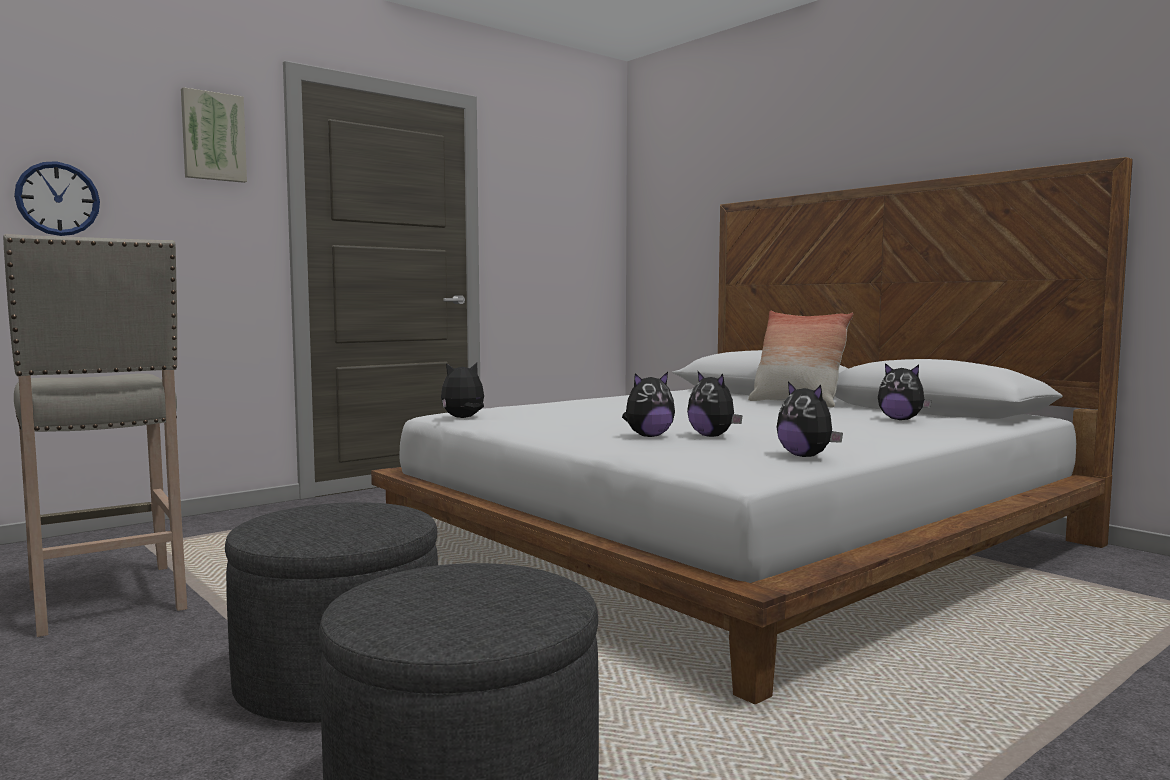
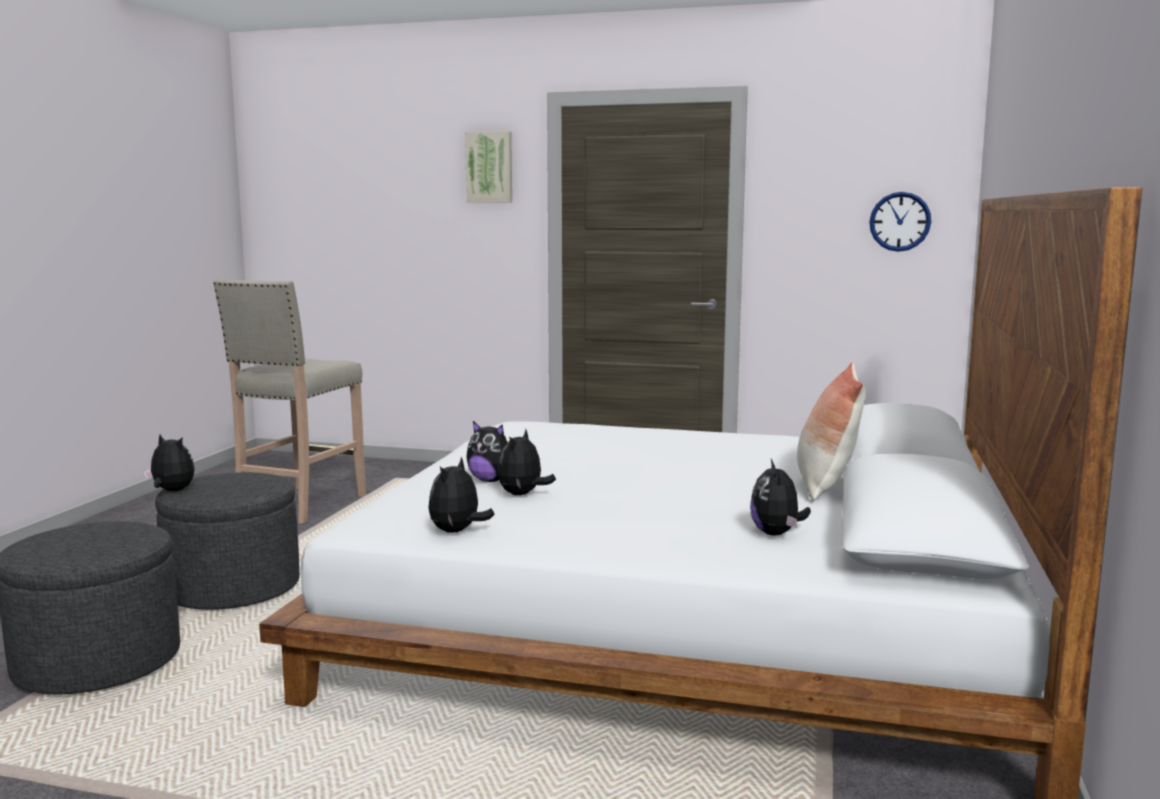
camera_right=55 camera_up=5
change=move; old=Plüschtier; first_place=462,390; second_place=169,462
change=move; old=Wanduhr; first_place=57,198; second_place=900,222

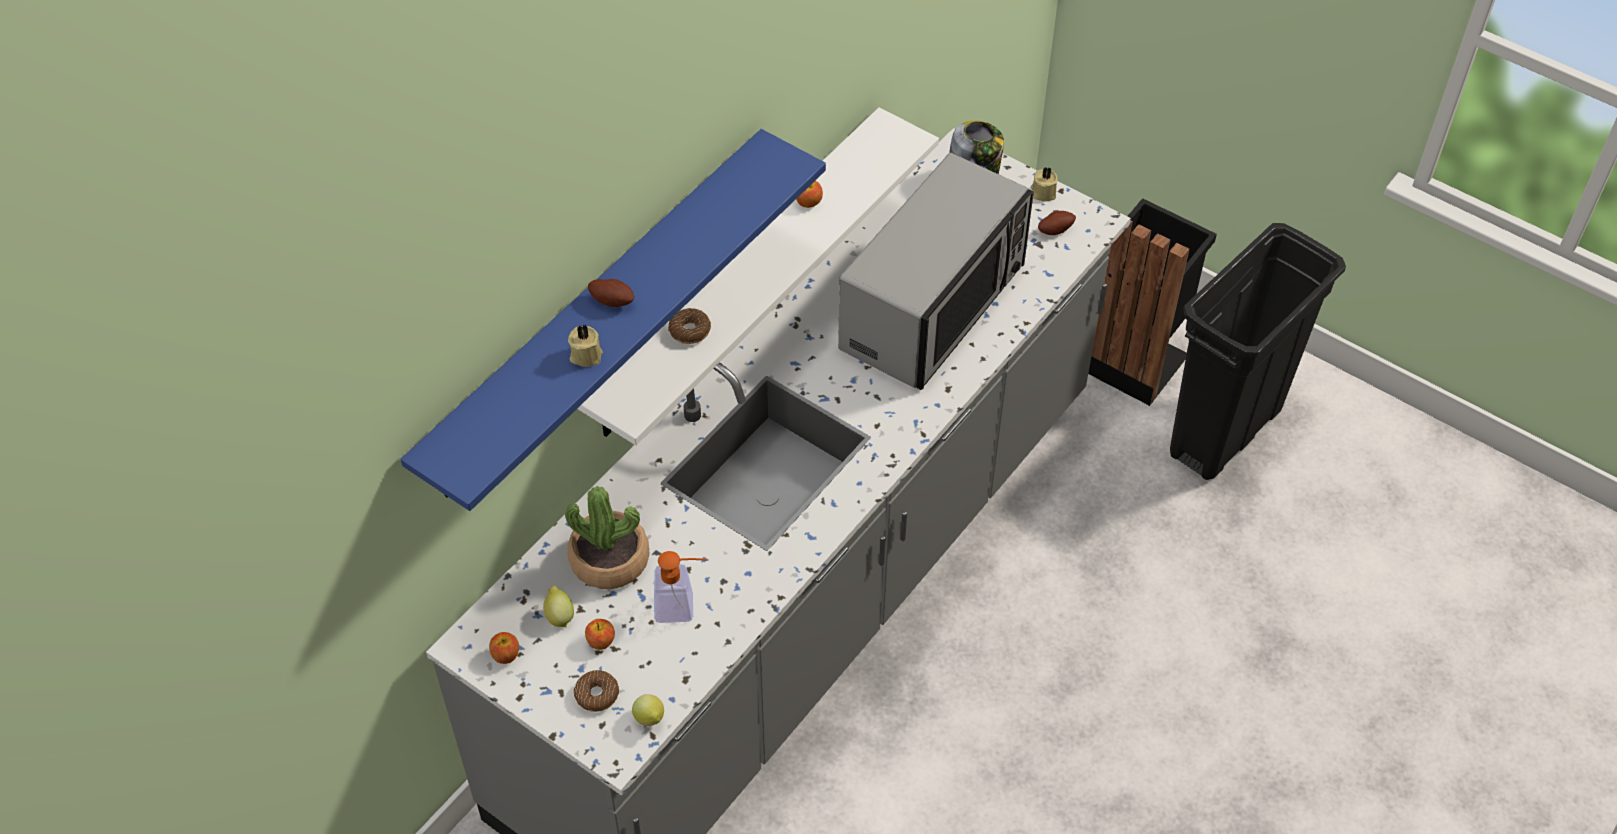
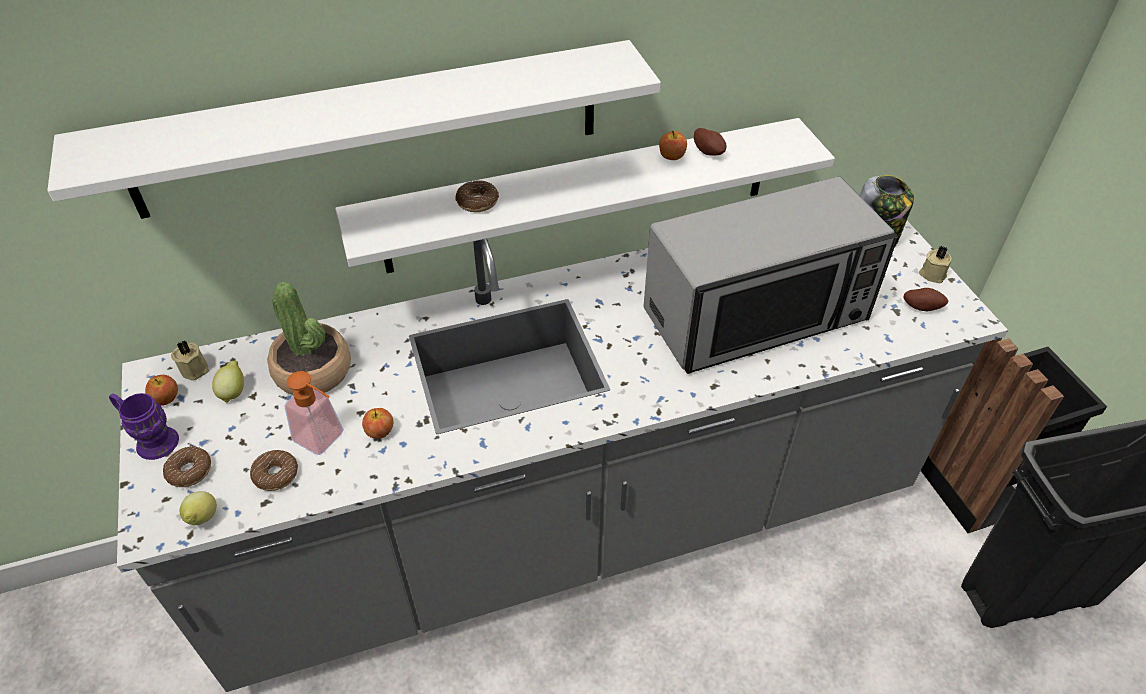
camera_right=35 camera_up=-5
change=recolor; old=Wandregal (blau); new=Wandregal (weiß); first_place=613,320; second_place=354,129
change=insert; new=Henkelbecher (lila); second_place=144,426
change=move; old=Kerze (beige); first_place=585,345; second_place=190,360
change=insert; new=Donut; second_place=274,470
change=move; old=Apfel; first_place=600,634; second_place=378,423
change=move; old=Kartoffel; first_place=611,293; second_place=710,142

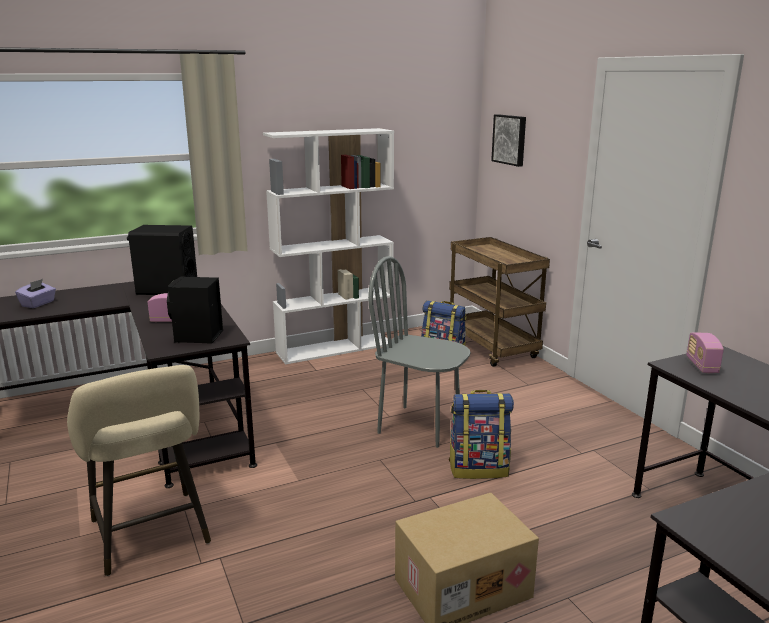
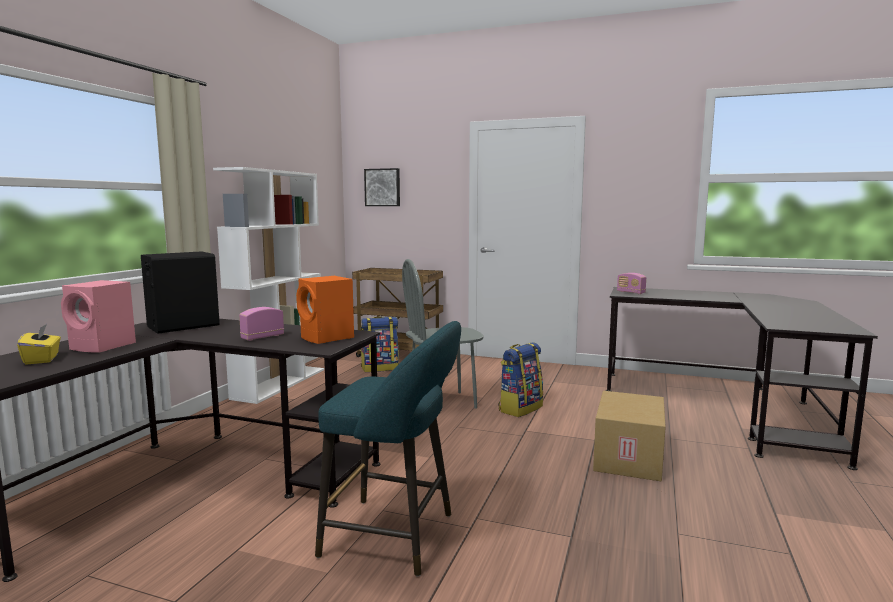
camera_right=-45 camera_up=-10
change=recolor; old=Taschentuchbox (lila); new=Taschentuchbox (gelb); first_place=35,293; second_place=39,344
change=insert; new=Lautsprecher (rosa); second_place=98,316
change=recolor; old=Lautsprecher (schwarz); new=Lautsprecher (orange); first_place=195,309; second_place=325,310
change=recolor; old=Hocker (beige); new=Hocker (türkis); first_place=139,470; second_place=388,449

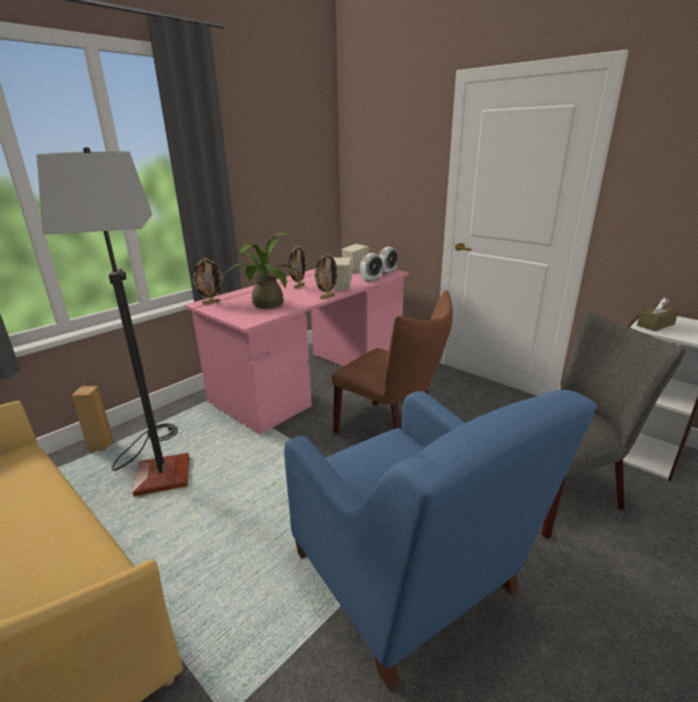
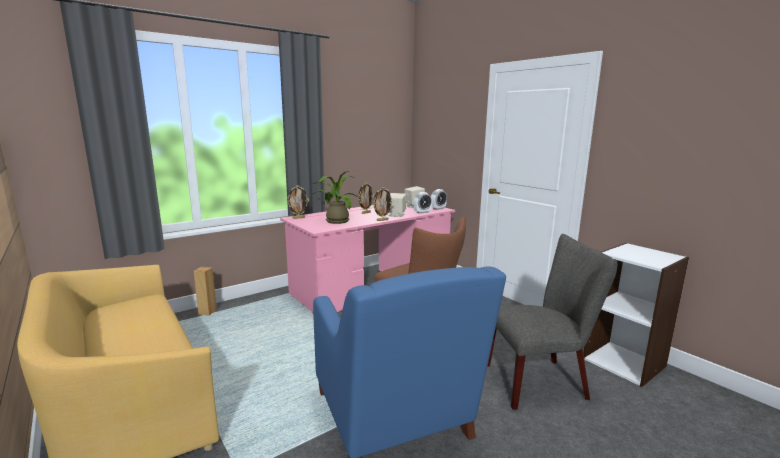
camera_right=10 camera_up=-10
change=delete; old=Stehlampe; first_place=113,321
change=delete; old=Taschentuchbox (braun); first_place=658,314

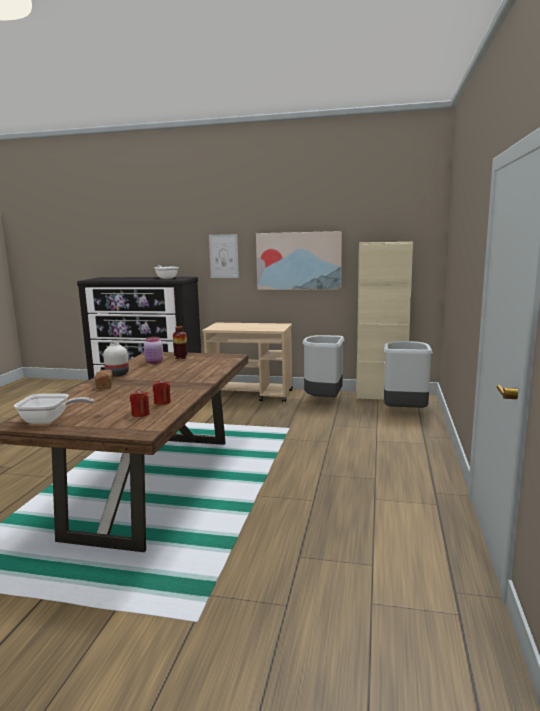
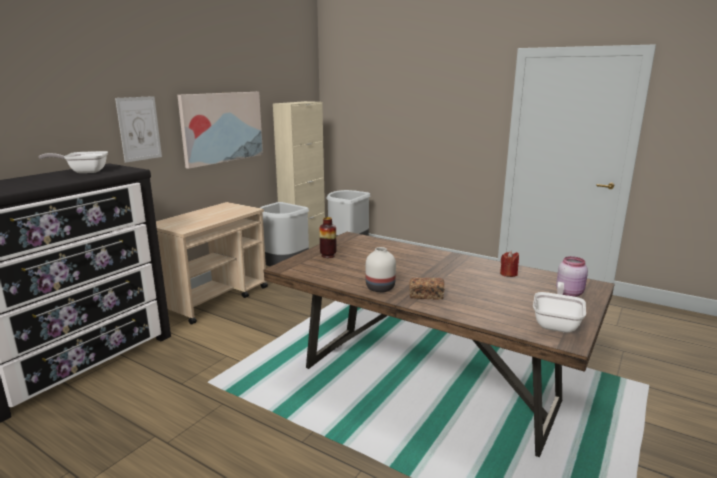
camera_right=-70 camera_up=5
change=move; old=Vorratsglas (rosa); first_place=154,350; second_place=572,276
change=delete; old=Kerze (rot); first_place=140,403

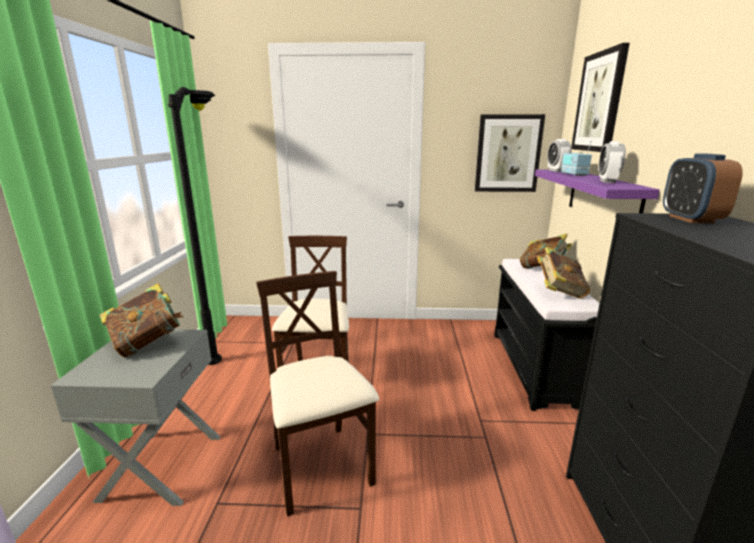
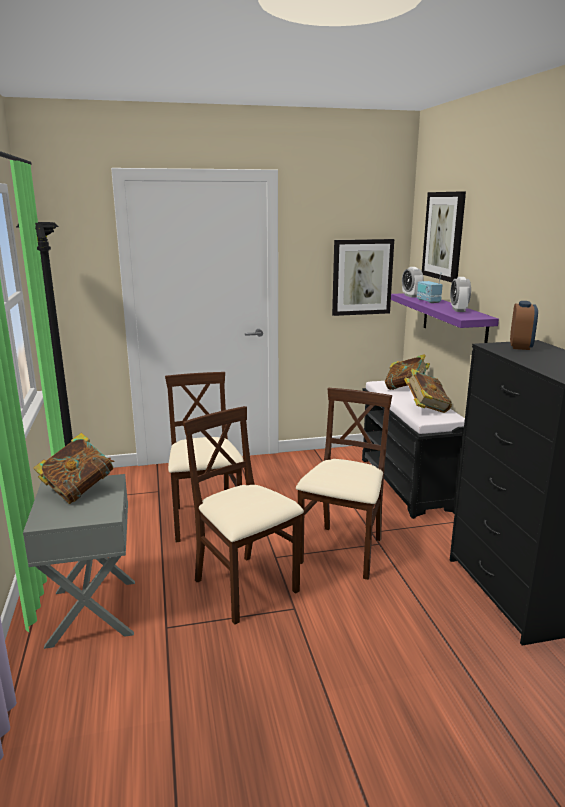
camera_right=-15 camera_up=0
change=insert; new=Stuhl (beige); second_place=344,484
change=rotate; old=Wecker; first_place=703,188; second_place=524,325; degrees=-150

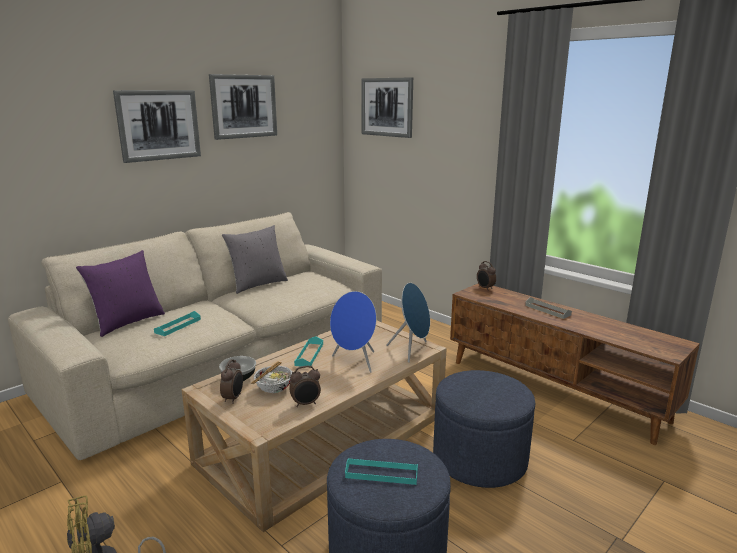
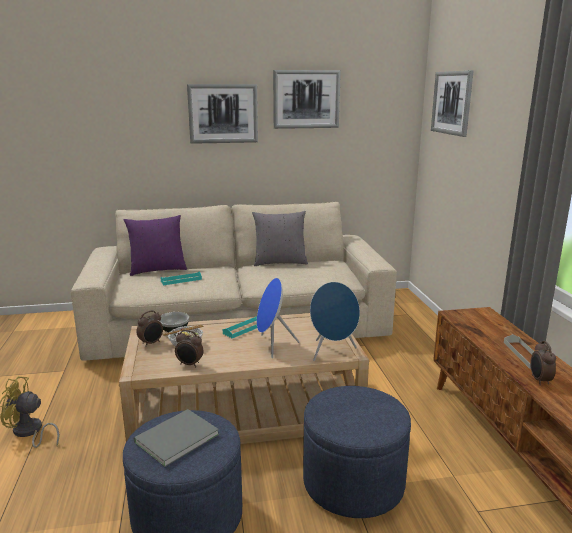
camera_right=35 camera_up=0
change=replace; old=Tablett (türkis); new=Buch (grau); first_place=381,471; second_place=176,438
change=move; old=Wecker; first_place=486,275; second_place=543,363

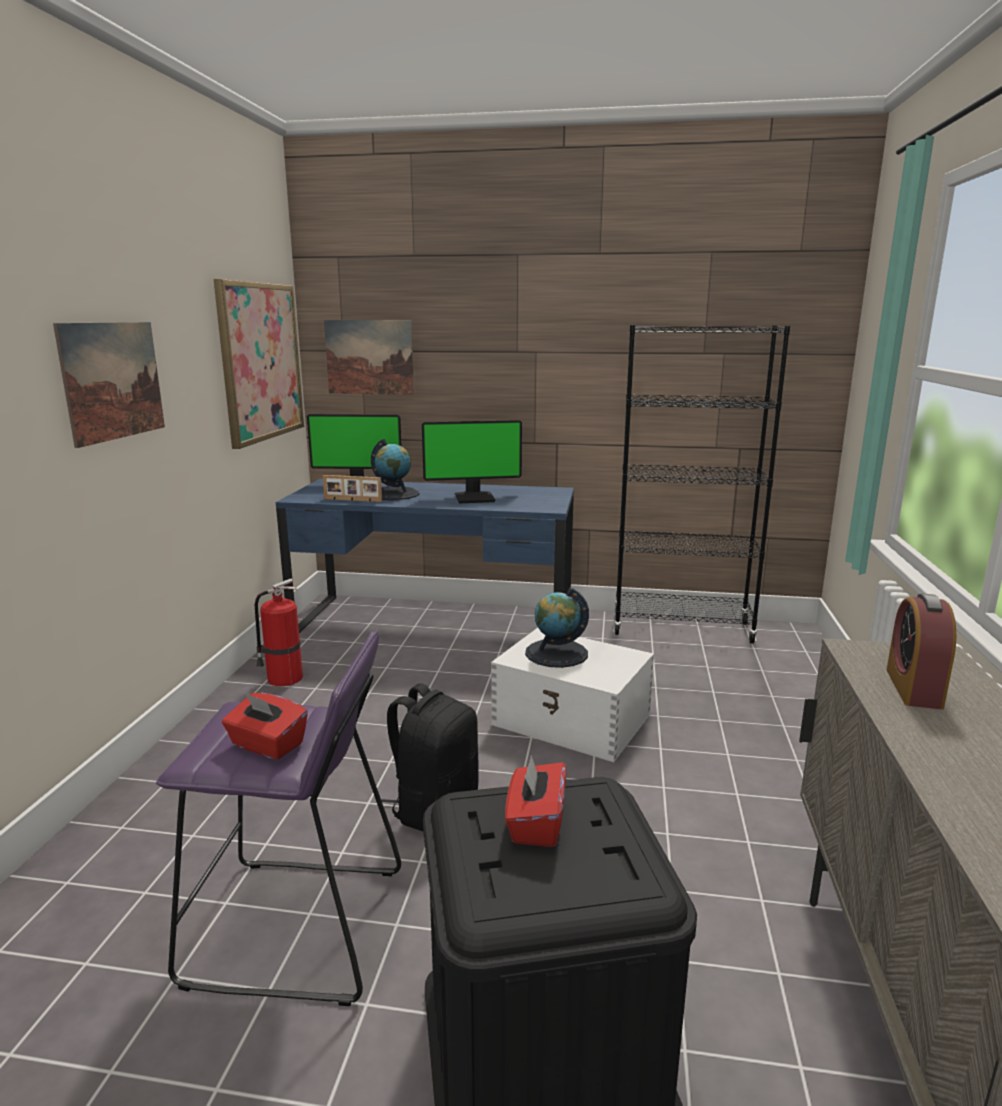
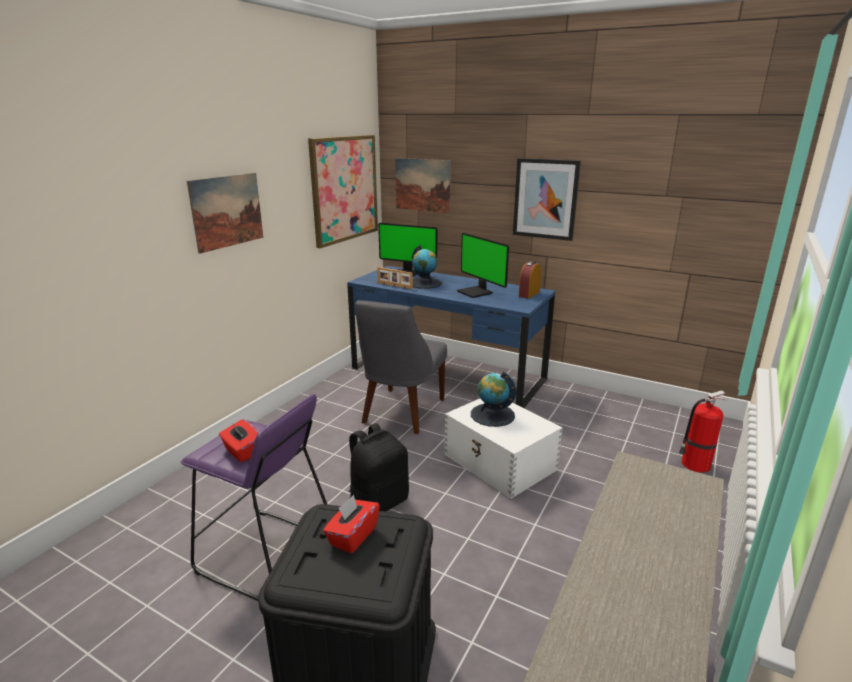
camera_right=20 camera_up=5
change=insert; new=Stuhl (grau); second_place=401,367
change=rotate; old=Monitor; first_place=472,461; second_place=483,265; degrees=45
change=insert; new=Bild; second_place=547,199
change=move; old=Wecker; first_place=921,651; second_place=530,280
change=move; old=Feuerlöscher; first_place=279,632; second_place=702,432
change=delete; old=Bücherregal (schwarz); first_place=701,484

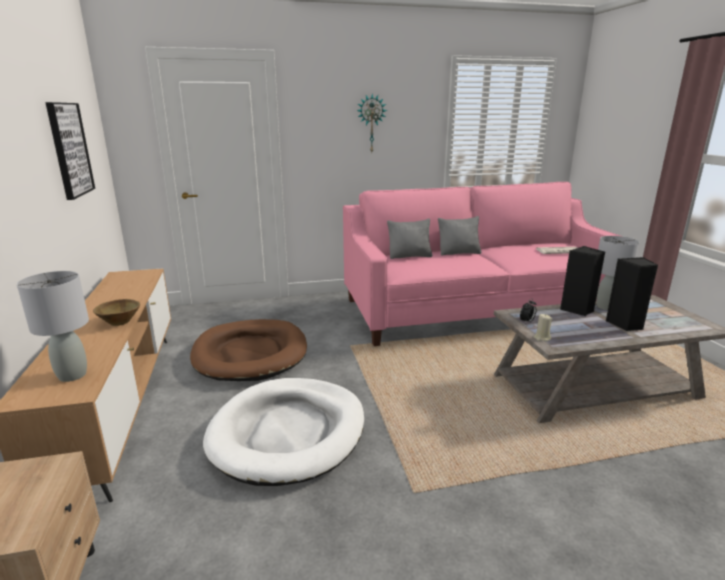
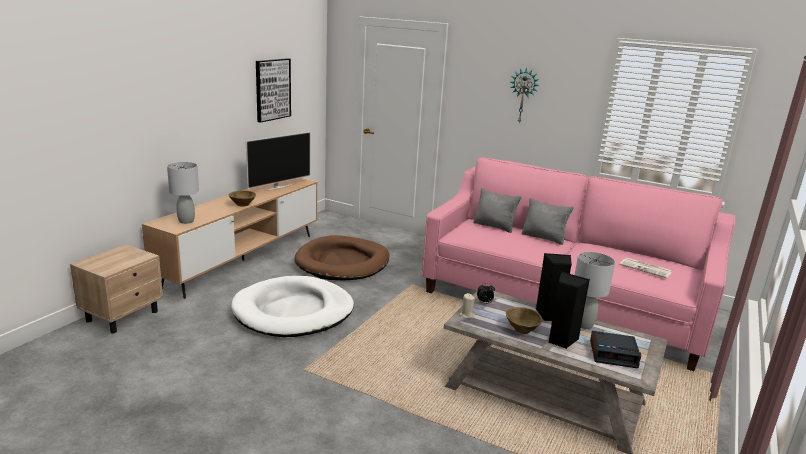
camera_right=40 camera_up=0
change=insert; new=Fernseher; second_place=278,161
change=insert; new=Schüssel (braun); second_place=524,320
change=insert; new=Wecker; second_place=615,349

